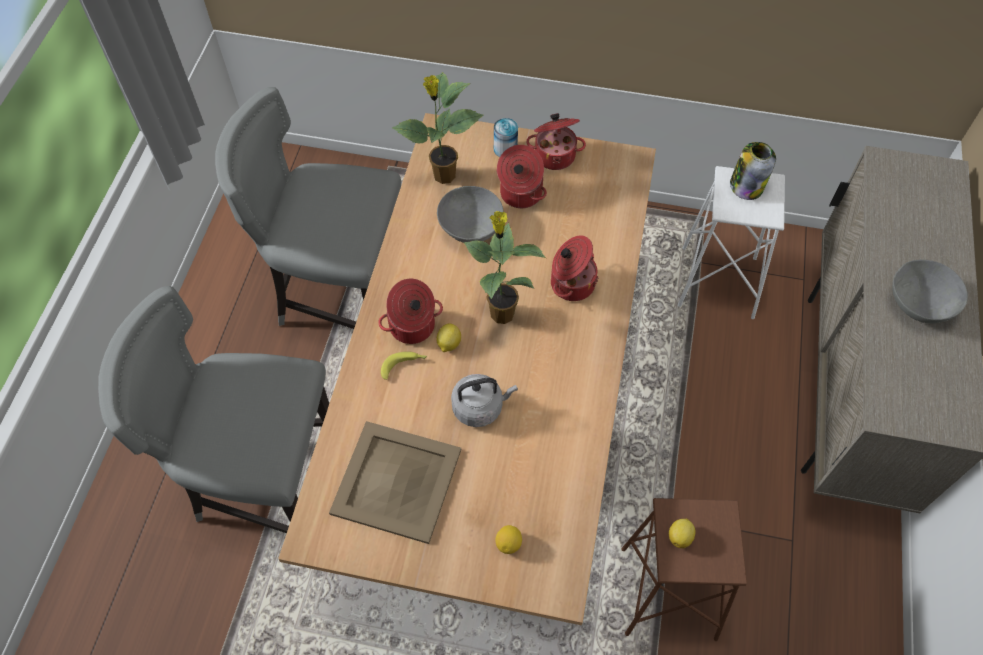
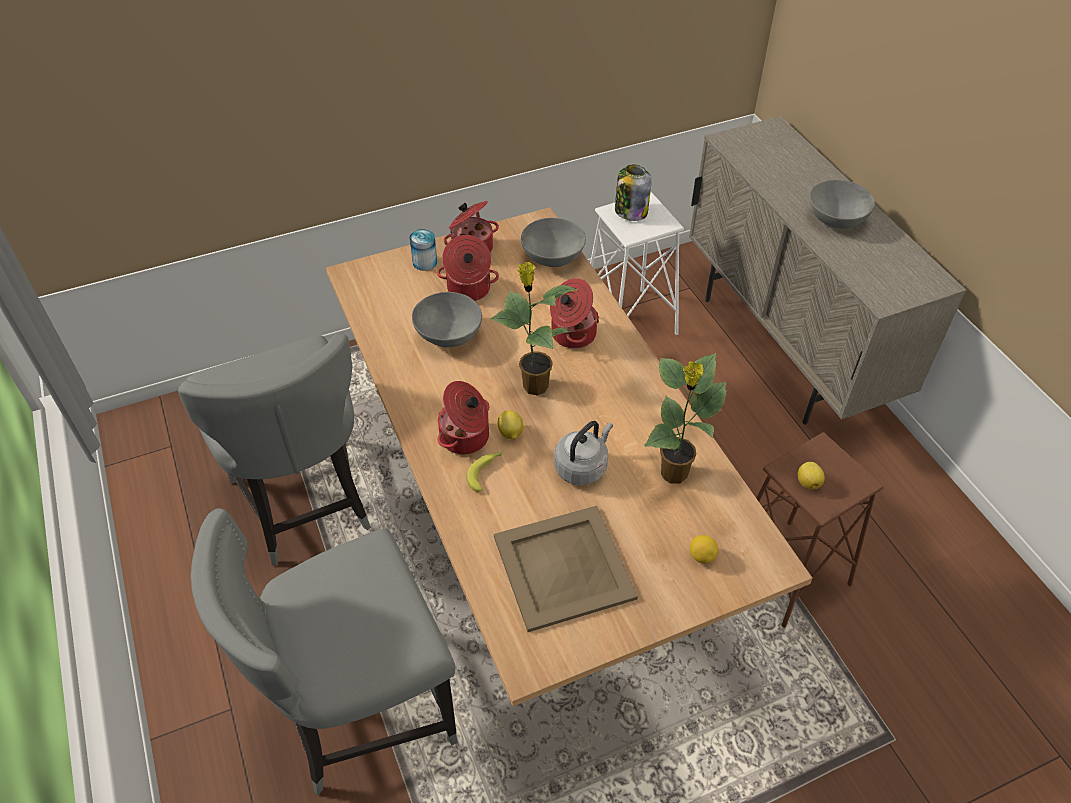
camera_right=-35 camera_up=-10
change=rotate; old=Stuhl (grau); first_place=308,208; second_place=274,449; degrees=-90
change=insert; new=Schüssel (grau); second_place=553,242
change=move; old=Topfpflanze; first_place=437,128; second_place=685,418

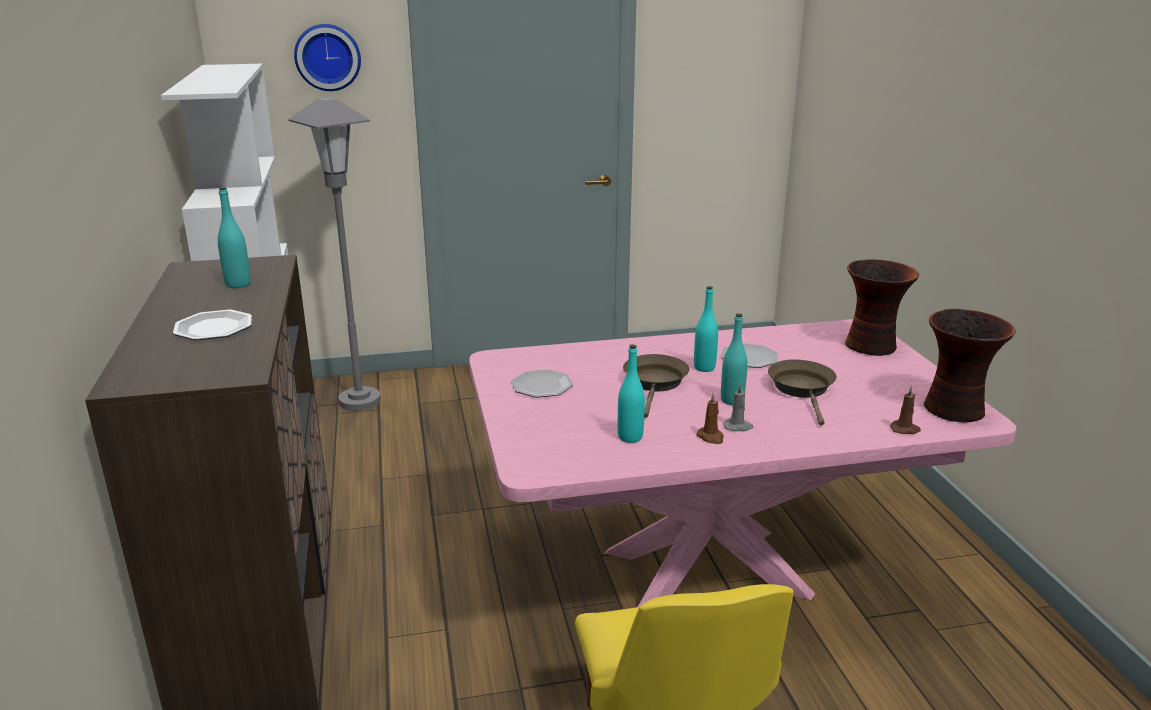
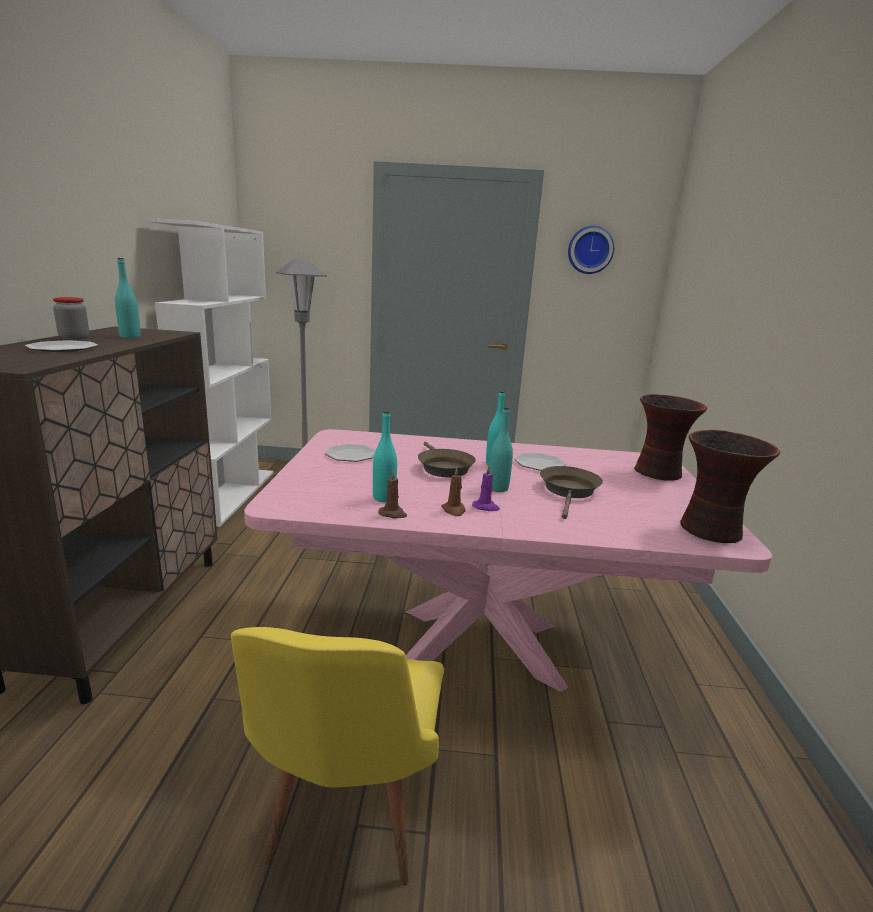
camera_right=15 camera_up=-5
change=insert; new=Vorratsglas; second_place=71,318
change=move; old=Kerze (braun); first_place=905,410; second_place=392,494
change=rotate; old=Pfanne (braun); first_place=656,386; second_place=447,460; degrees=135
change=recolor; old=Kerze (grau); new=Kerze (lila); first_place=738,407; second_place=486,488
change=move; old=Wanduhr; first_place=327,57; second_place=591,250

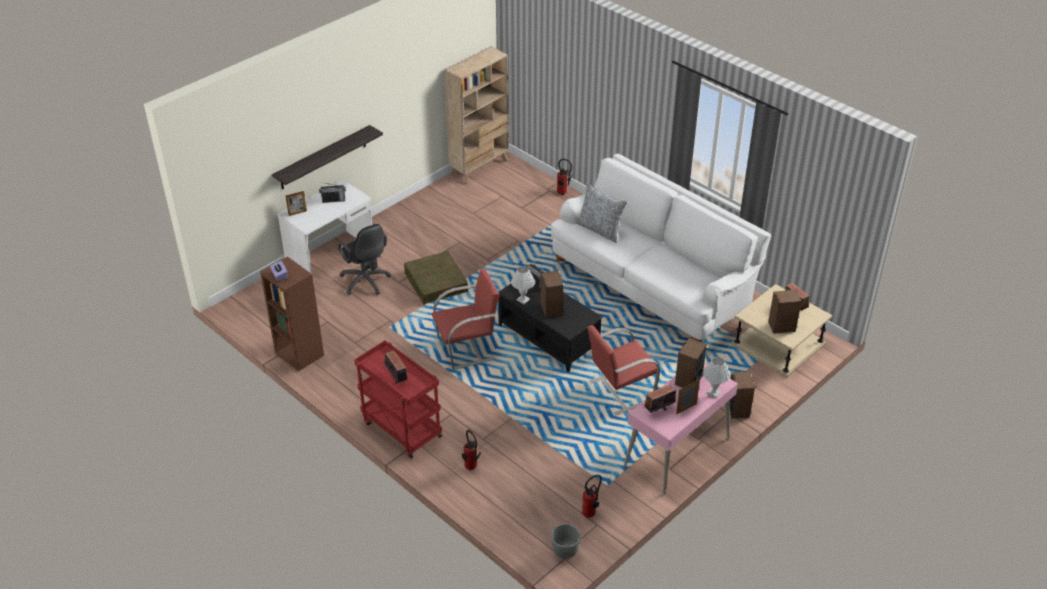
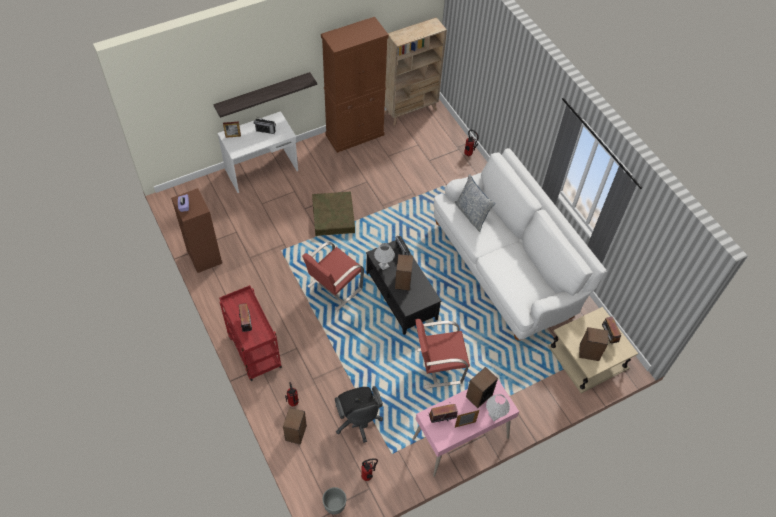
camera_right=15 camera_up=15
change=move; old=Lautsprecher; first_place=742,394; second_place=295,426
change=rotate; old=Stuhl (rot); first_place=466,319; second_place=333,276; degrees=135
change=insert; new=Schrank (braun); second_place=355,85
change=move; old=Bürostuhl (schwarz); first_place=364,259; second_place=359,414

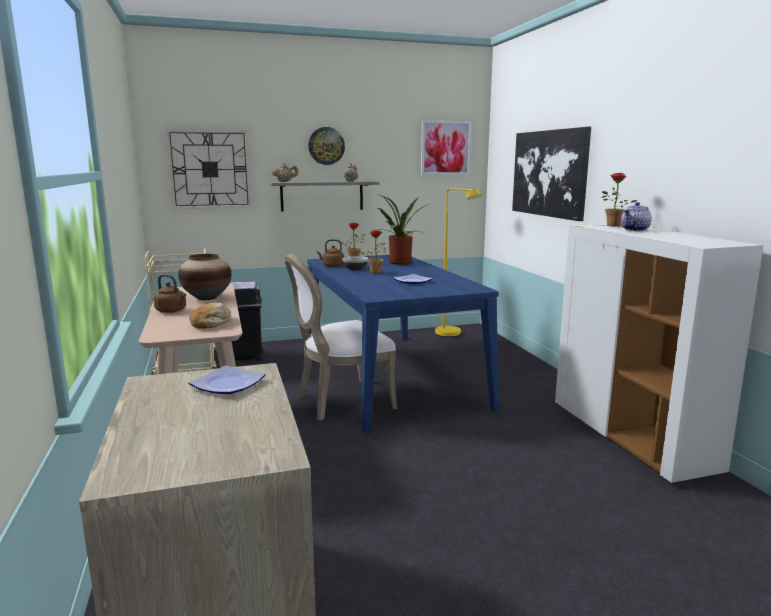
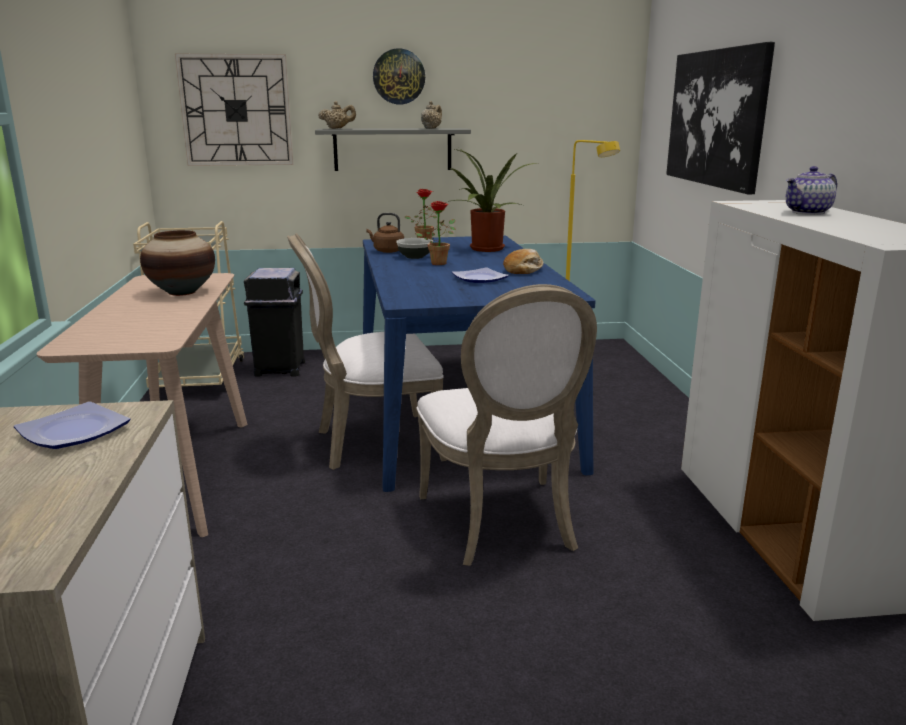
camera_right=10 camera_up=5
change=insert; new=Stuhl (weiß); second_place=506,425
change=move; old=Brot; first_place=210,316; second_place=523,261
change=delete; old=Wasserkessel (braun); first_place=169,293
change=delete; old=Bild; first_place=446,147
change=delete; old=Topfpflanze; first_place=619,200

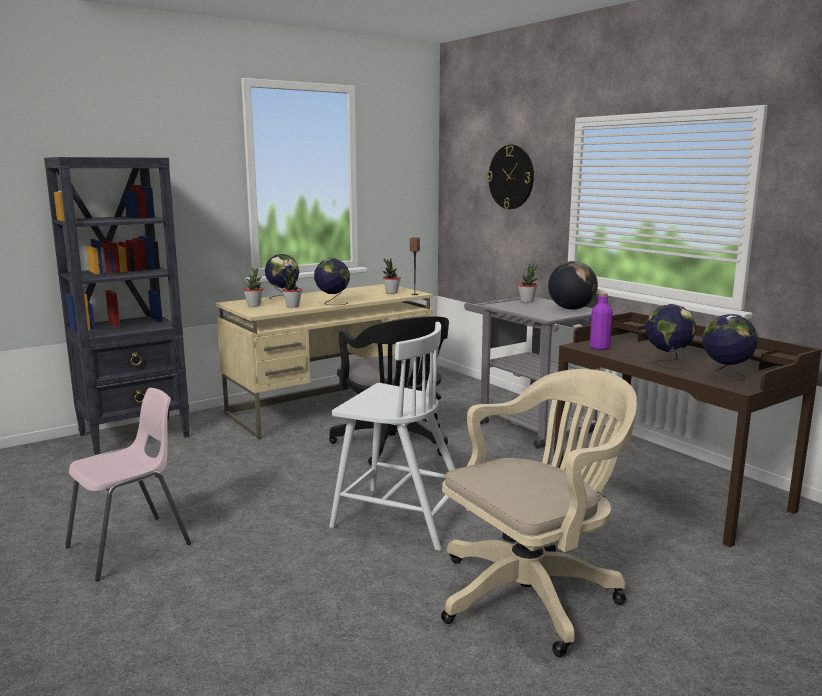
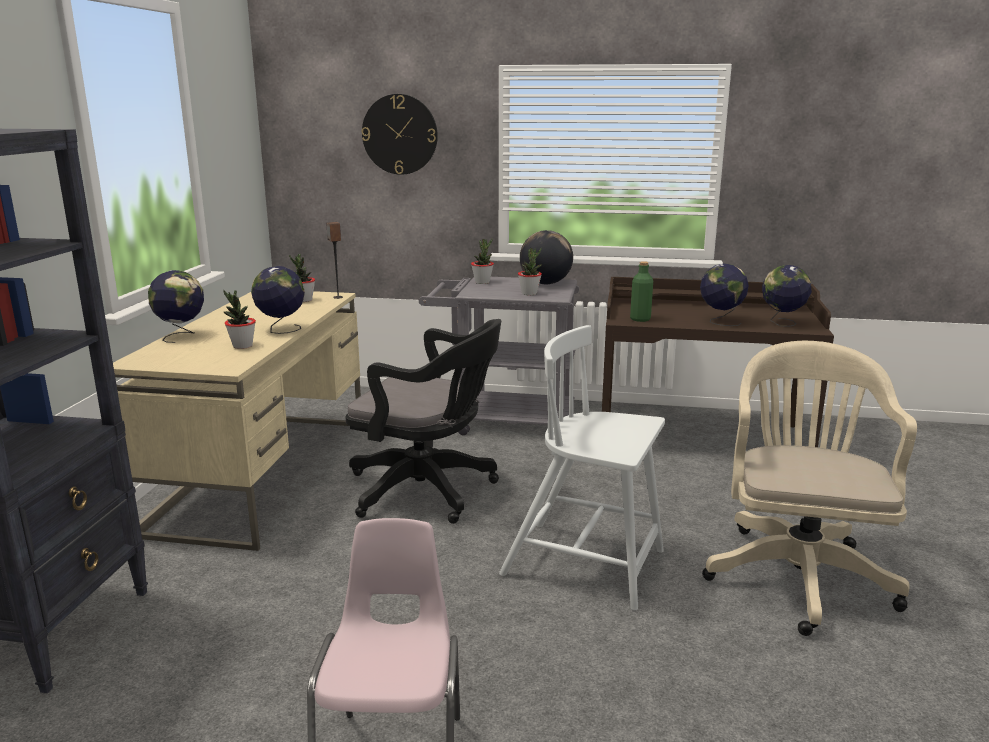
camera_right=-45 camera_up=5
change=rotate; old=Stuhl (weiß); first_place=399,436; second_place=582,468; degrees=-135
change=move; old=Topfpflanze; first_place=253,287; second_place=530,271
change=recolor; old=Flasche (lila); new=Flasche (grün); first_place=601,321; second_place=641,291

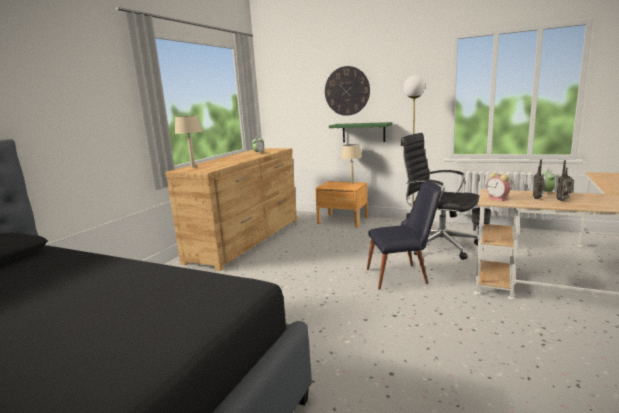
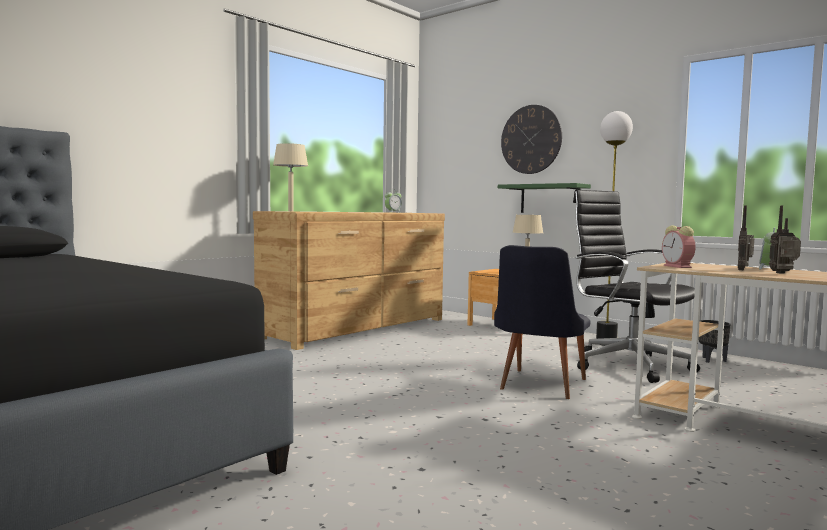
camera_right=15 camera_up=-10
change=rotate; old=Stuhl (schwarz); first_place=404,235; second_place=542,322; degrees=105

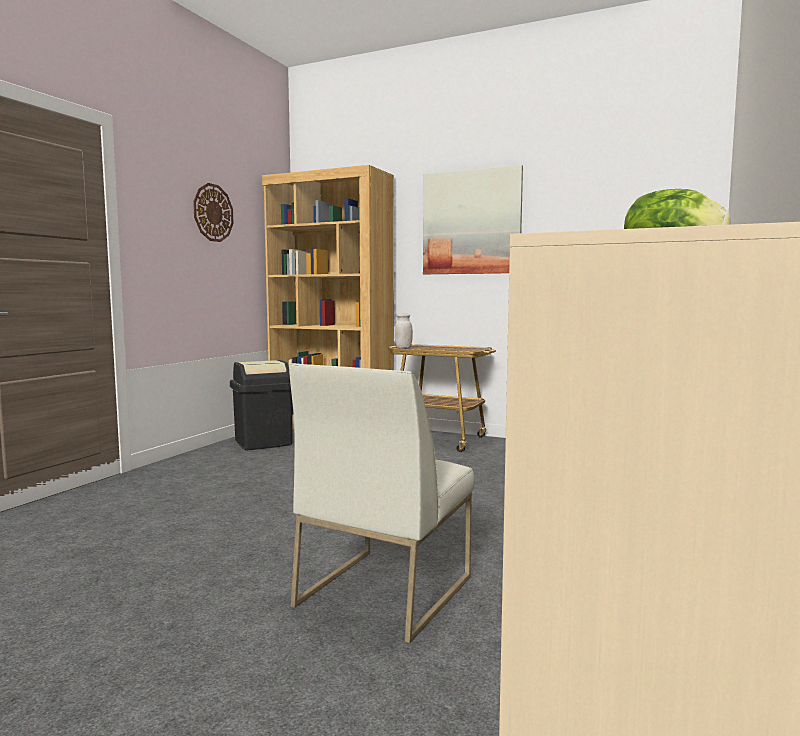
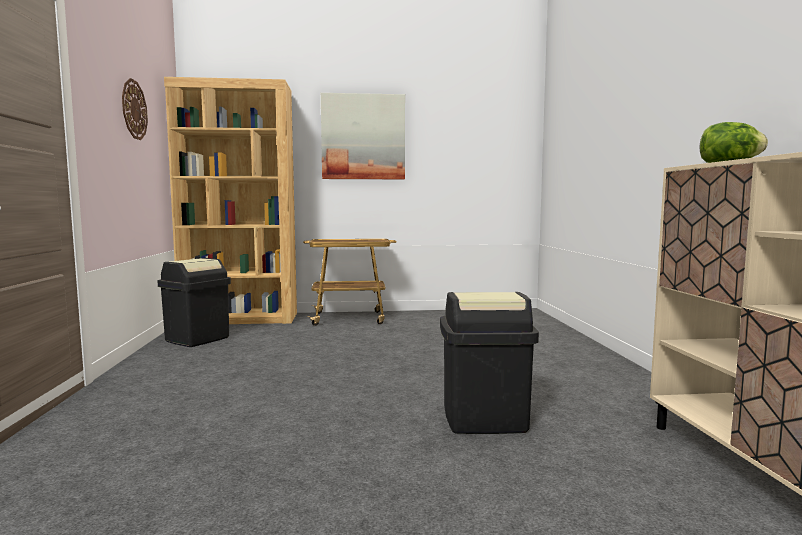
camera_right=-30 camera_up=0
change=replace; old=Stuhl (weiß); new=Mülleimer (schwarz); first_place=382,503; second_place=489,363
change=delete; old=Vorratsglas (weiß); first_place=403,330

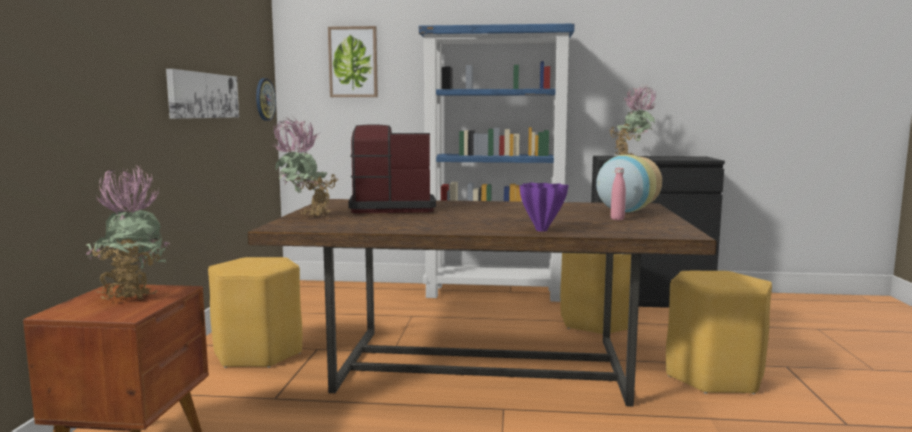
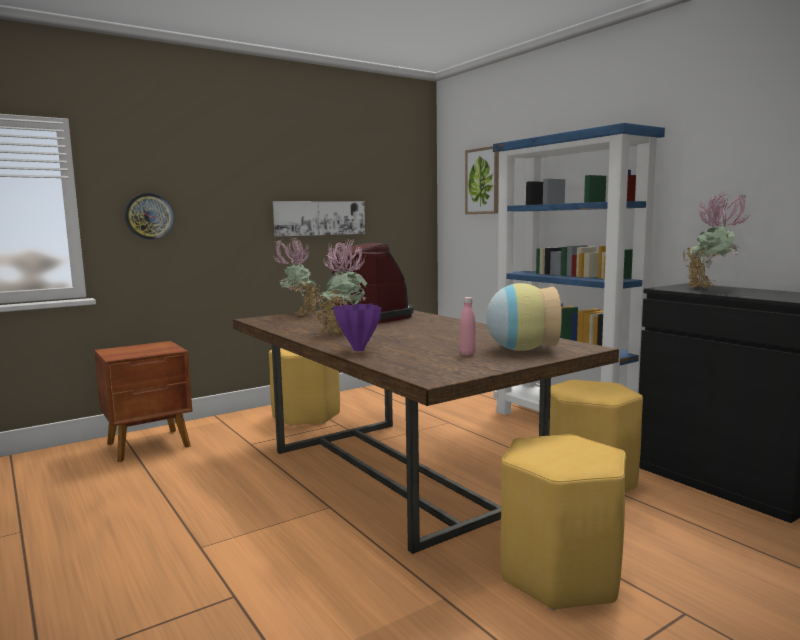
camera_right=50 camera_up=0
change=move; old=Wanduhr; first_place=266,99; second_place=149,216
change=move; old=Topfpflanze; first_place=128,233; second_place=339,287

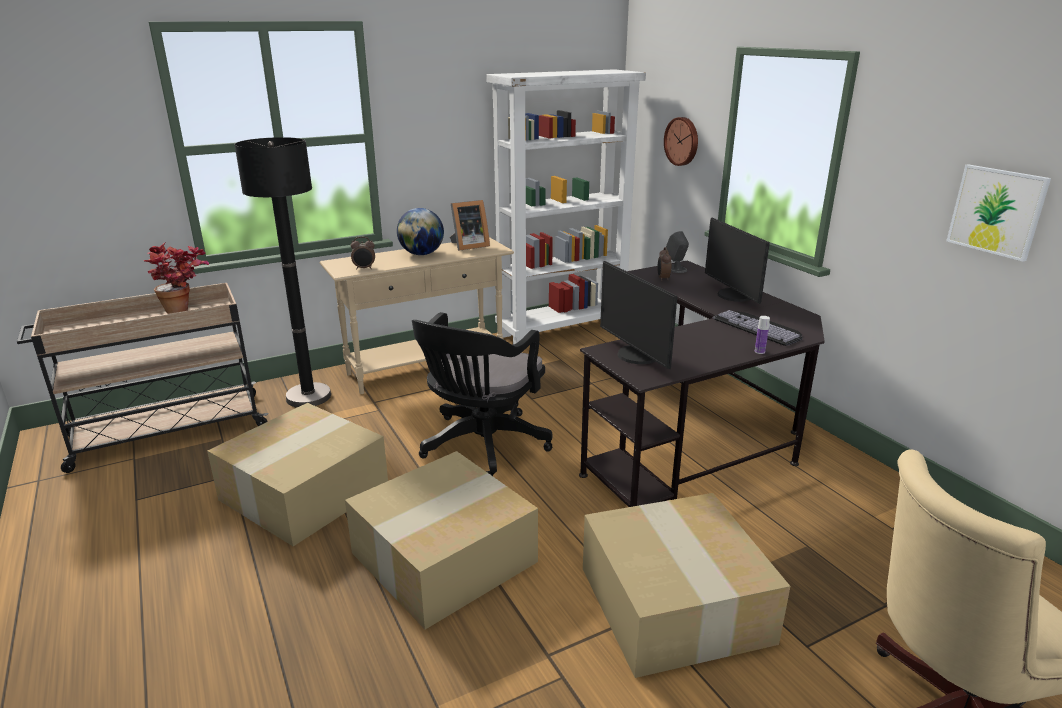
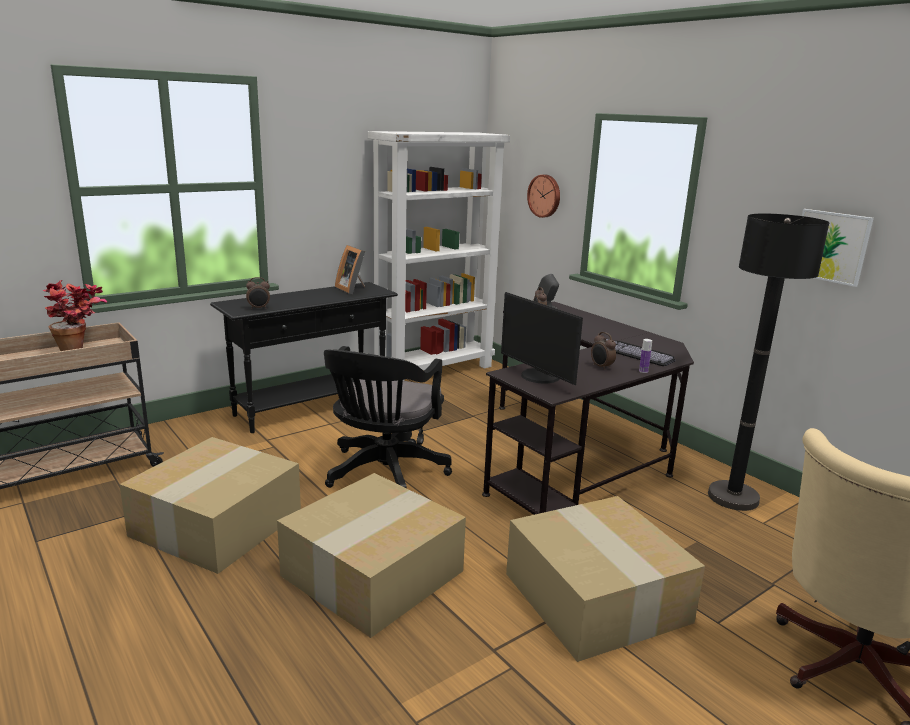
camera_right=-10 camera_up=-5
change=recolor; old=Konsolentisch (beige); new=Konsolentisch (schwarz); first_place=417,315; second_place=304,357
change=rotate; old=Bilderrahmen; first_place=470,225; second_place=350,269; degrees=90
change=insert; new=Wecker; second_place=603,351
change=move; old=Stehlampe (schwarz); first_place=282,272; second_place=768,362
change=delete; old=Globus; first_place=420,231
change=delete; old=Monitor; first_place=737,261

